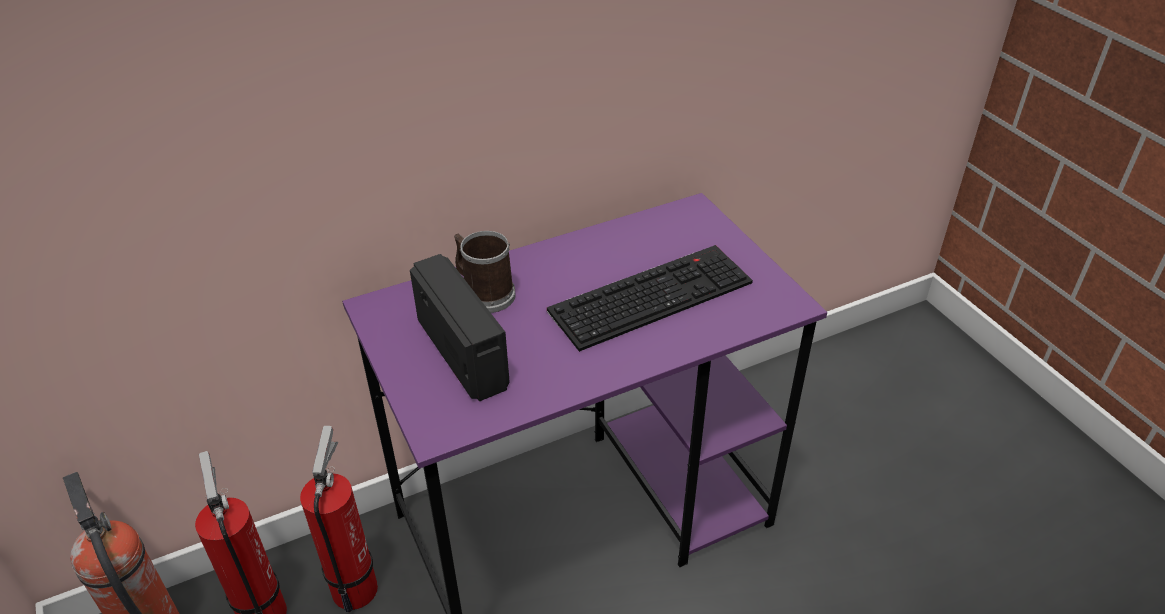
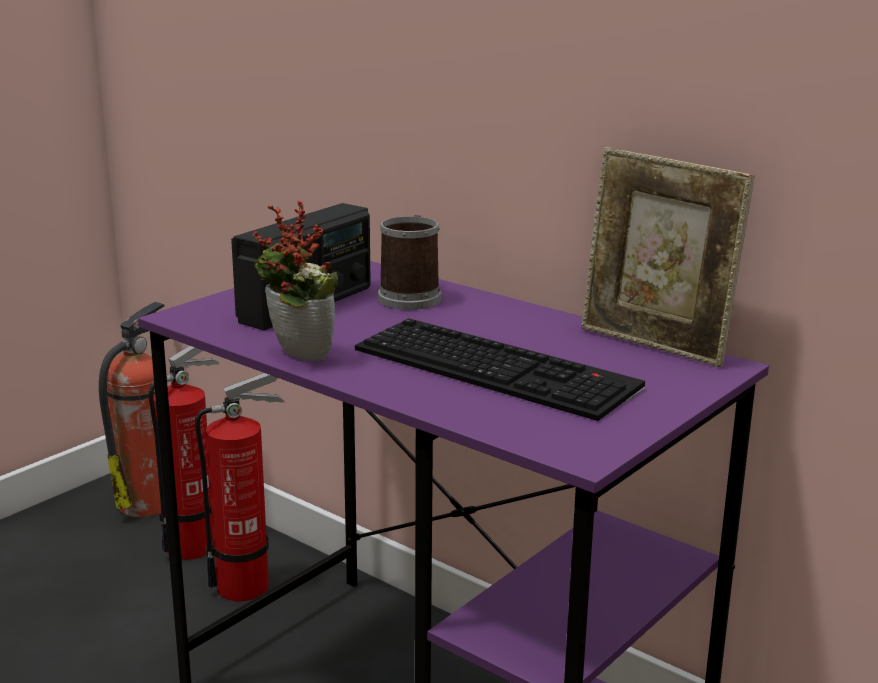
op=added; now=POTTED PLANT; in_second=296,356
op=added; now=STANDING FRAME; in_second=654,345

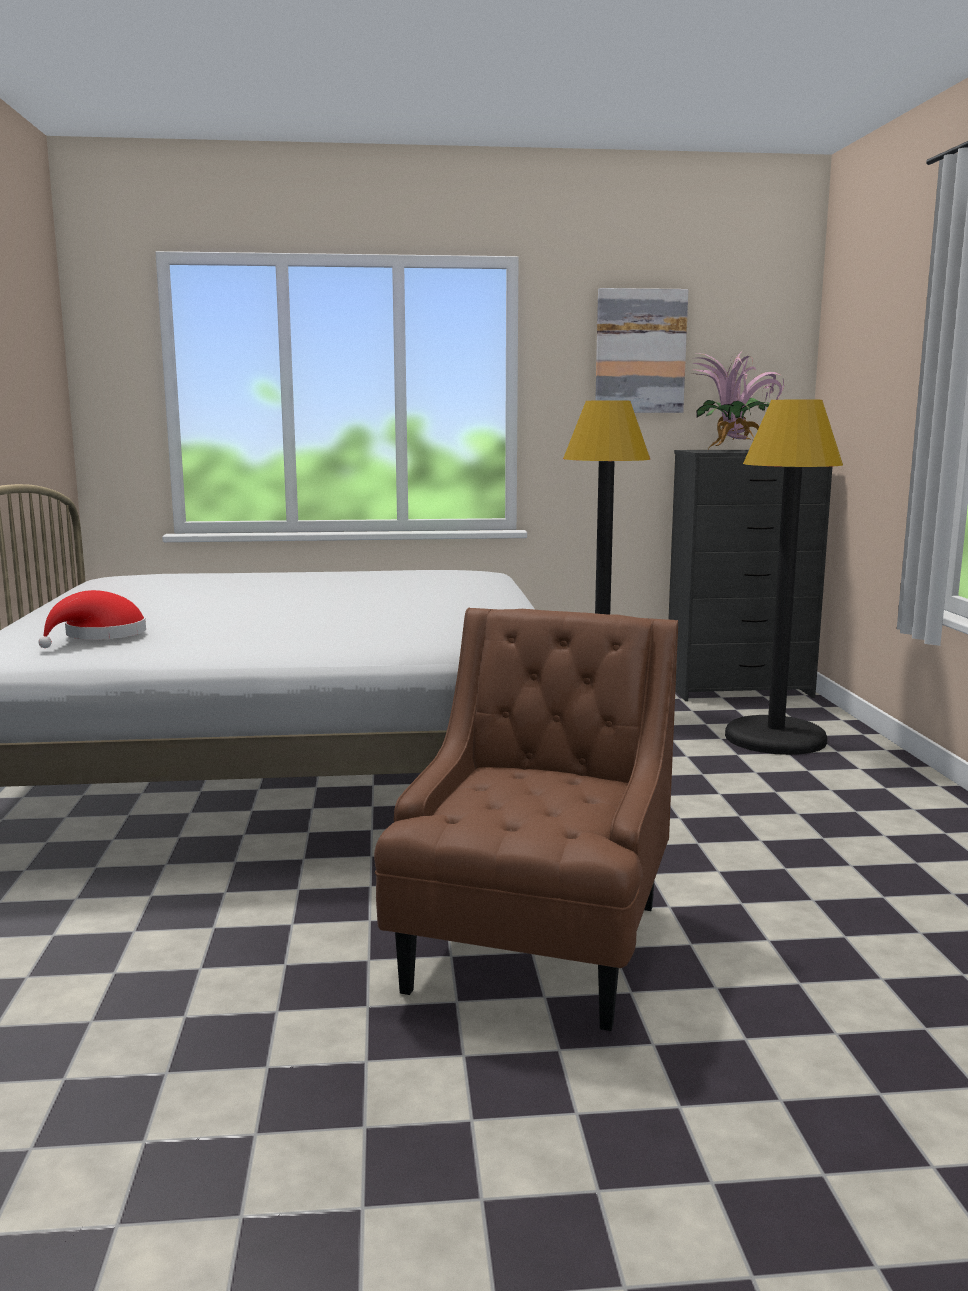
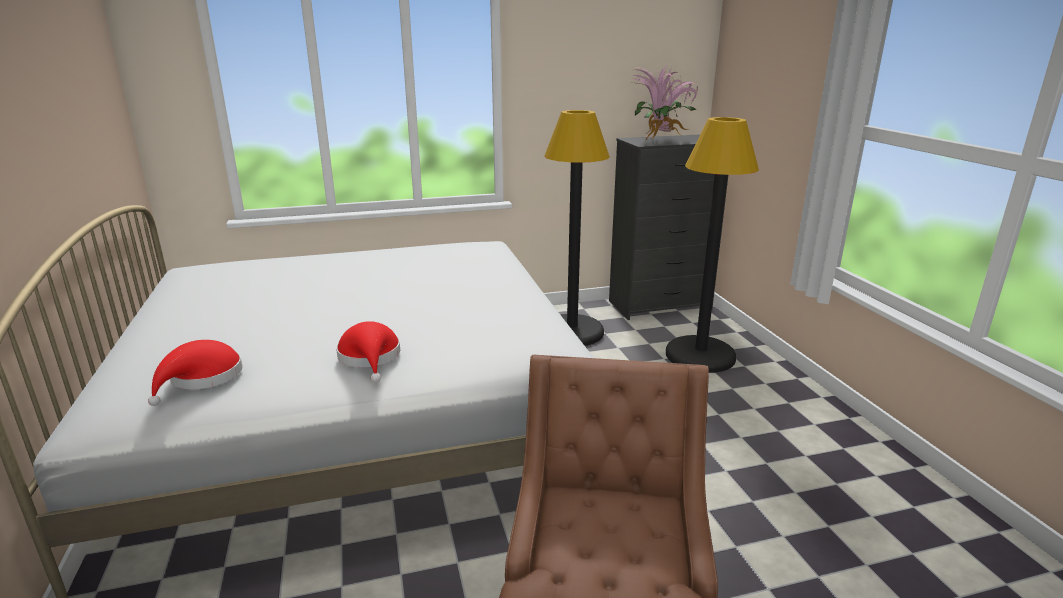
op=added; now=REDDISH WEARABLE HAT; in_second=370,357
op=removed; was=WALL ART; in_first=640,351

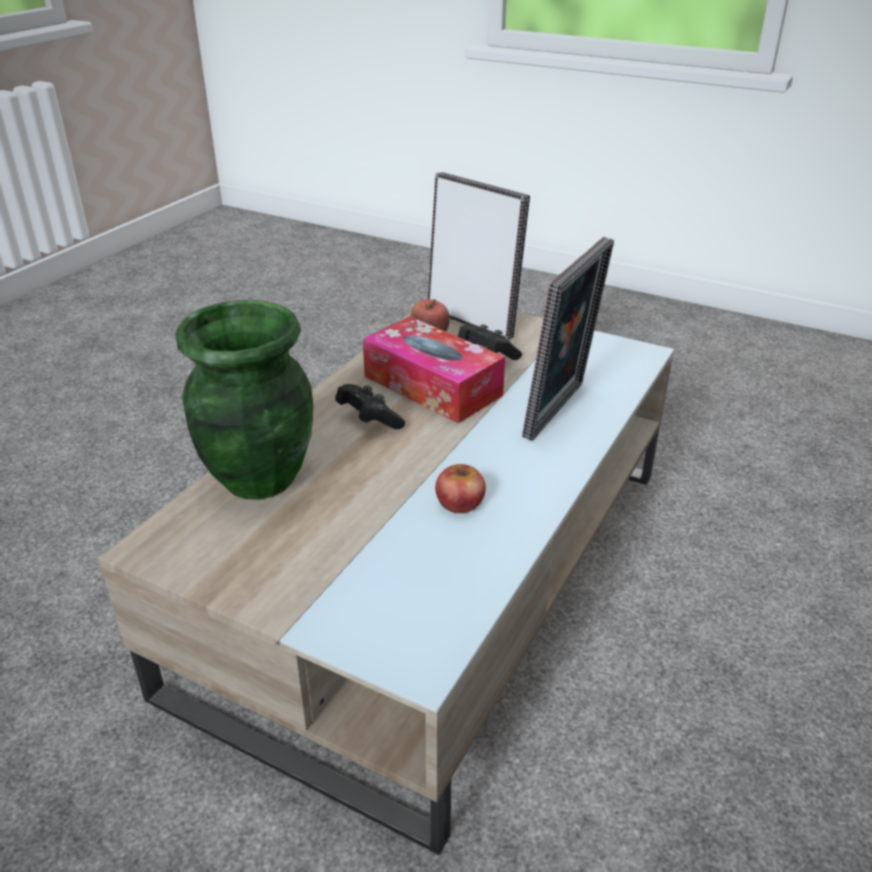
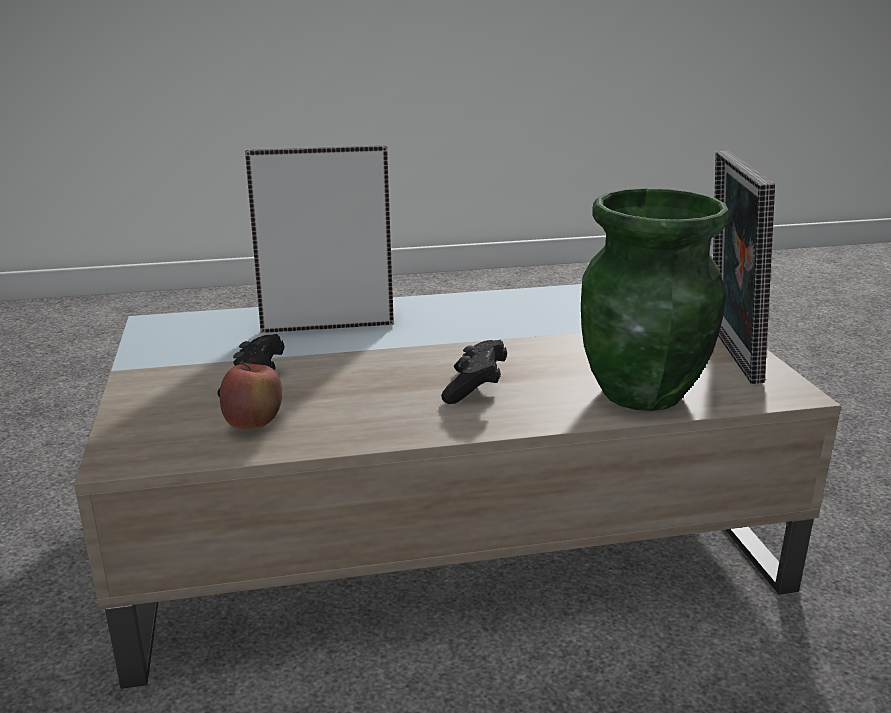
op=moved; was=STANDING FRAME; in_first=473,321; in_second=726,353
op=removed; was=TISSUE BOX; in_first=432,386
op=removed; was=WHOLE APPLE; in_first=460,502

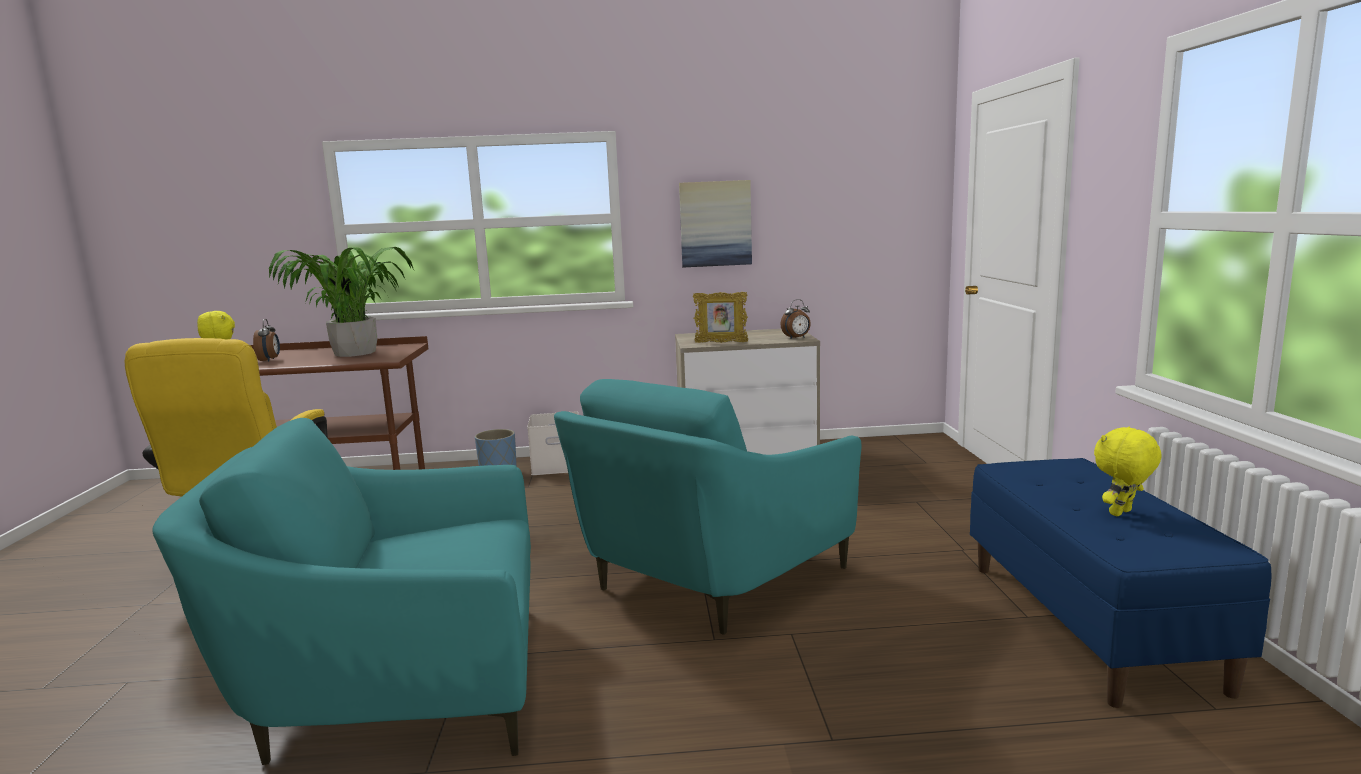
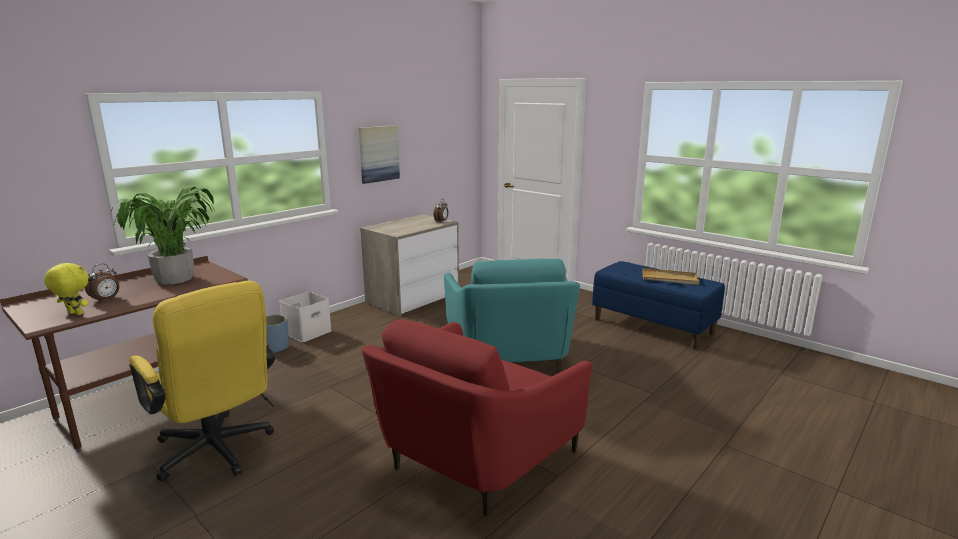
op=turned; was=TABLE CLOCK; in_first=270,360; in_second=106,299; clockwise=90
op=recoloured; was=BLUE-GREEN LOUNGE CHAIR; now=REDDISH LOUNGE CHAIR; in_first=398,686; in_second=474,459
op=replaced; was=YELLOW CUDDLY TOY; now=SAND-COLOURED TRAY; in_first=1122,513; in_second=670,279
op=removed; was=STANDING FRAME; in_first=721,342

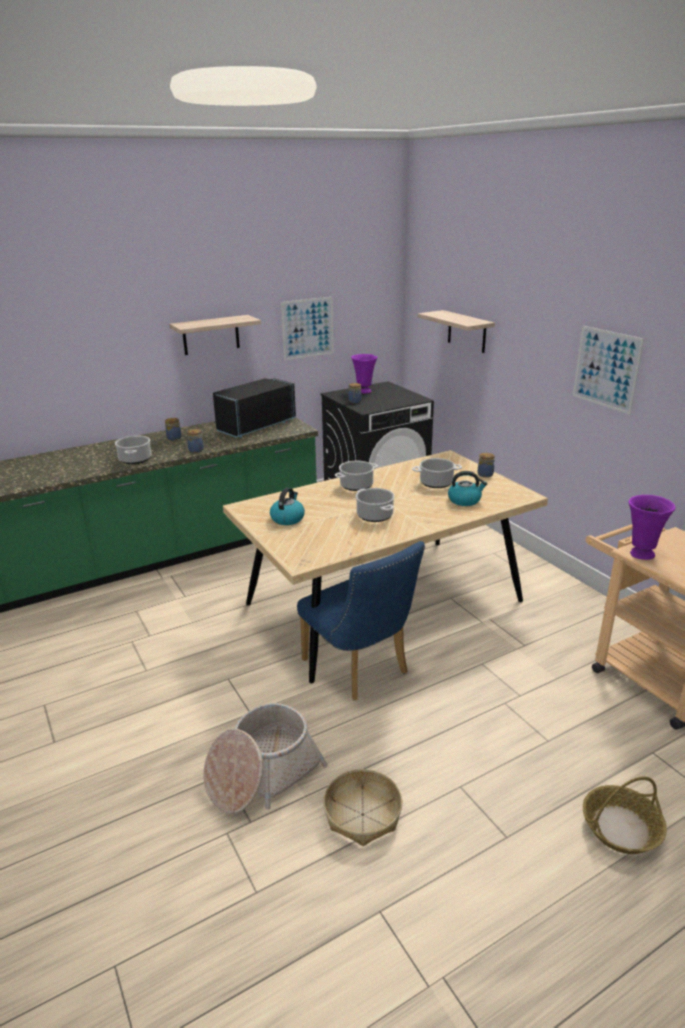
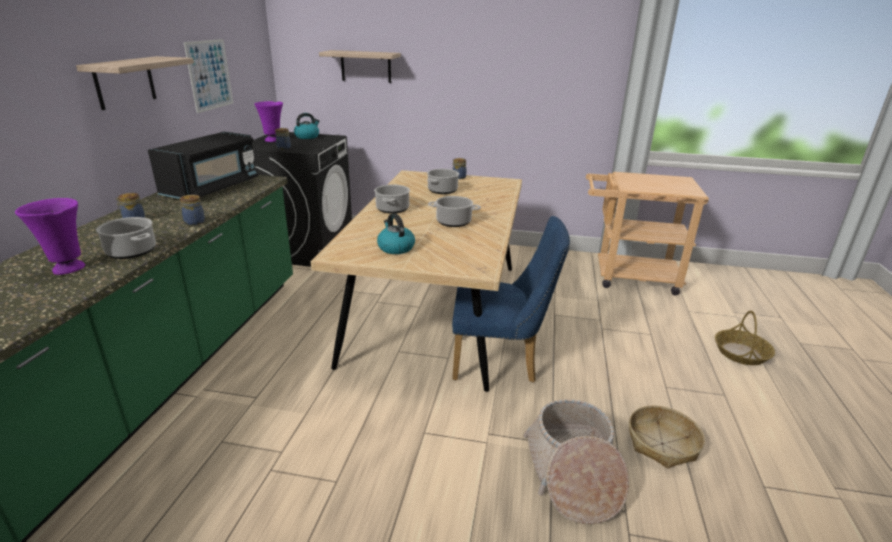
op=moved; was=PURPLE VASE; in_first=641,554; in_second=67,269
op=turned; was=BLACK KITCHEN MICROWAVE; in_first=255,426; in_second=213,188; clockwise=-150
op=moved; was=KETTLE; in_first=465,500; in_second=307,136
op=removed; was=WALL ART; in_first=606,369

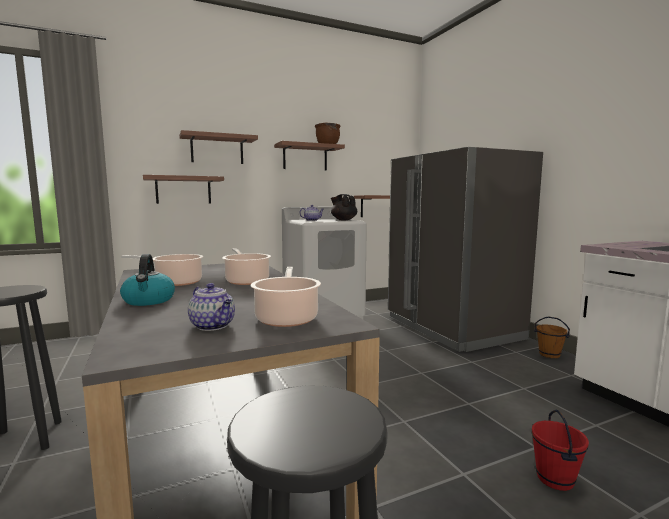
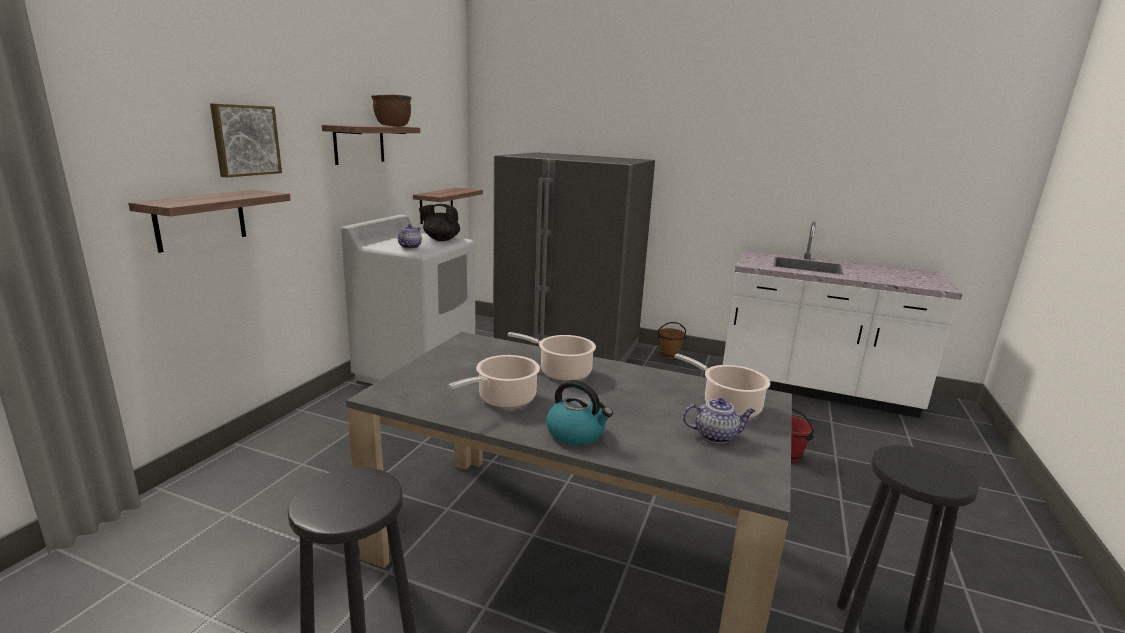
op=replaced; was=WALL SHELF; now=WALL ART; in_first=217,150; in_second=245,140

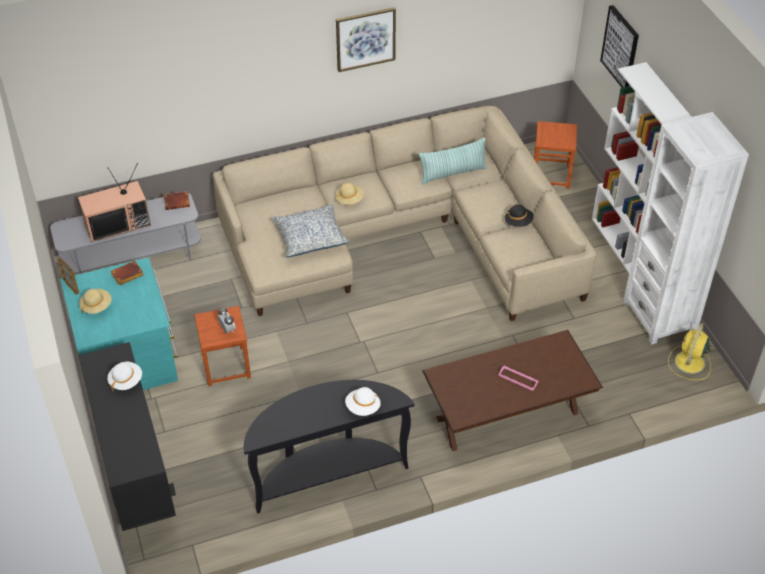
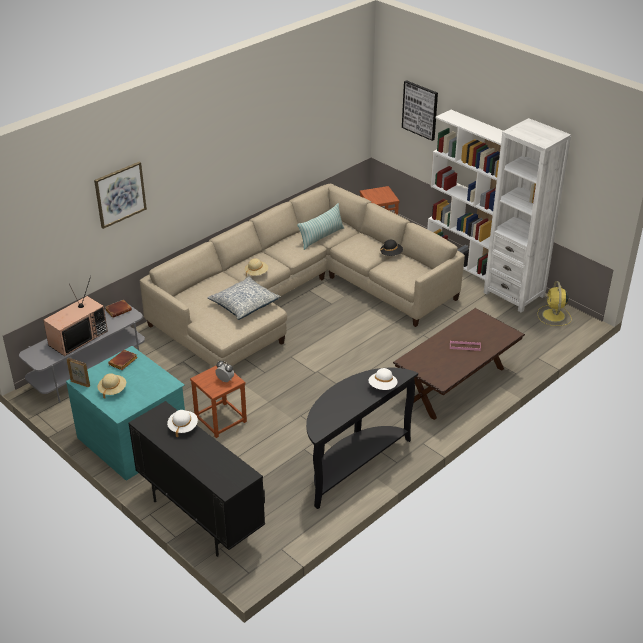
op=moved; was=WALL ART; in_first=365,39; in_second=120,194

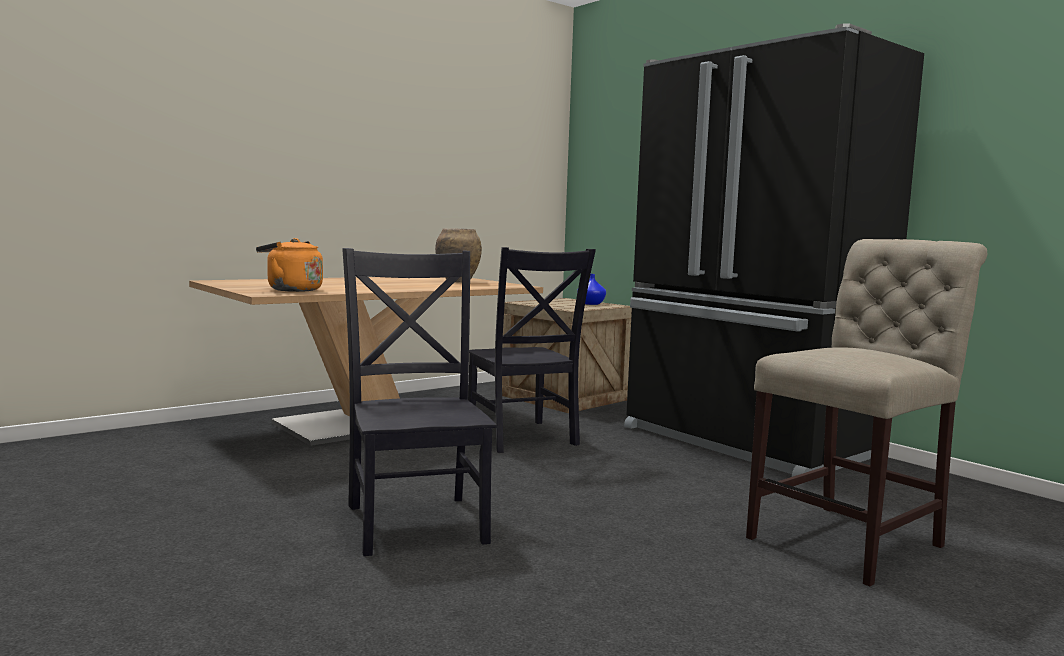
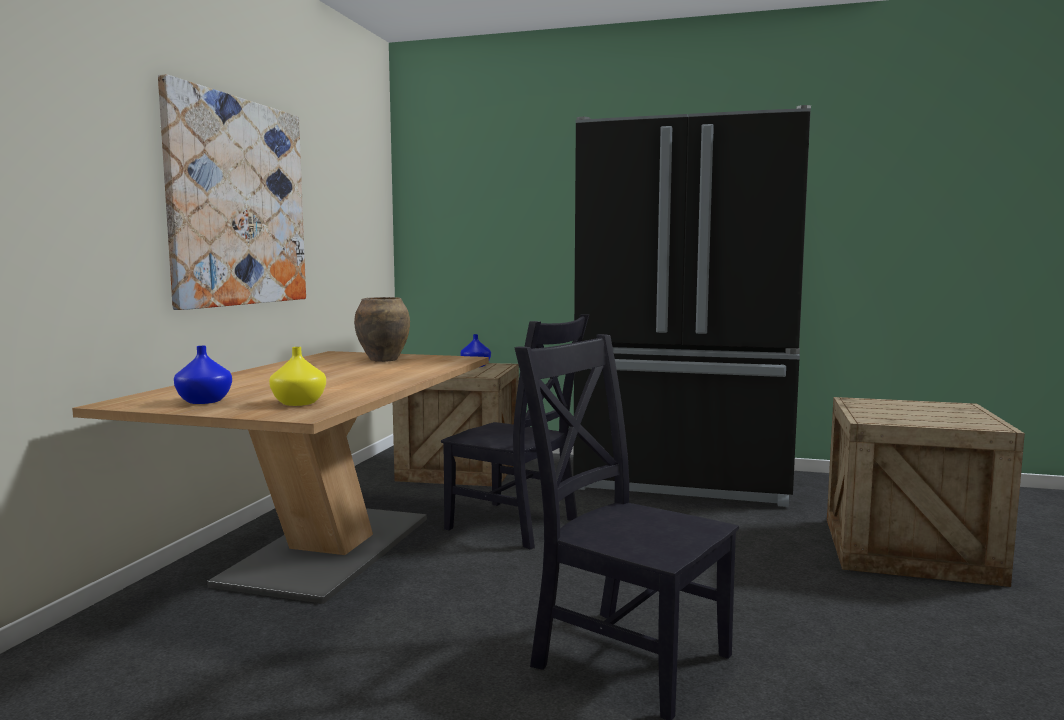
op=added; now=WALL ART; in_second=238,202
op=added; now=BLUISH VASE; in_second=203,401
op=replaced; was=ORANGE-COLOURED KETTLE; now=YELLOW VASE; in_first=291,290; in_second=298,403
op=replaced; was=SAND-COLOURED PLAIN CHAIR; now=SHIPPING CRATE; in_first=853,540; in_second=908,549

